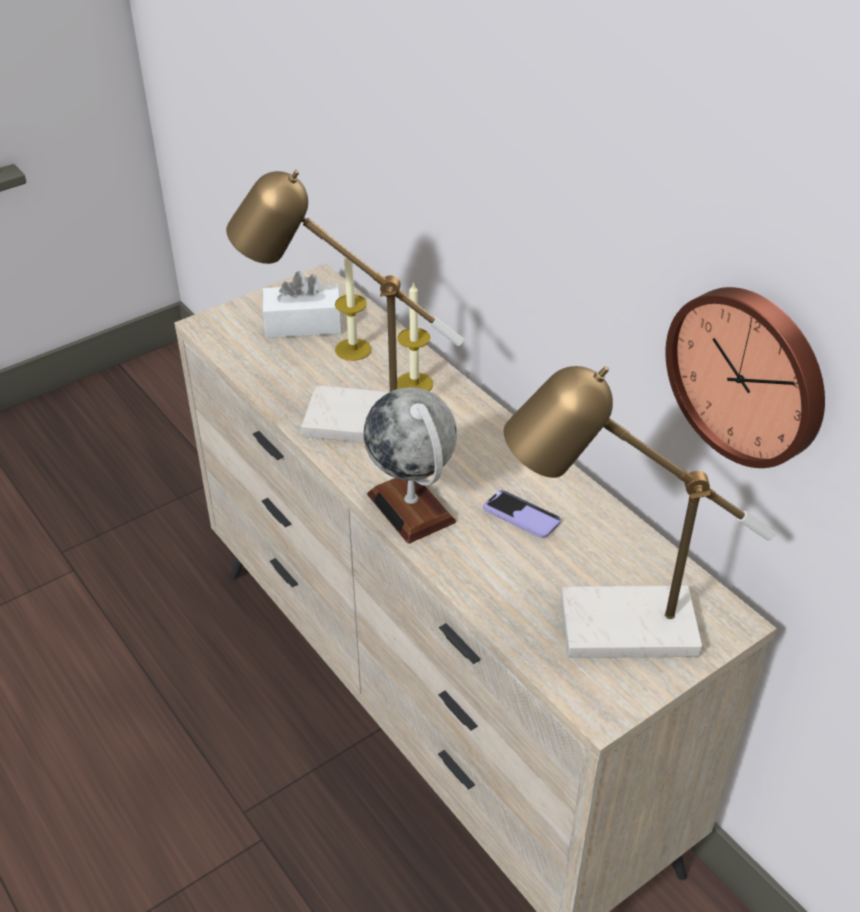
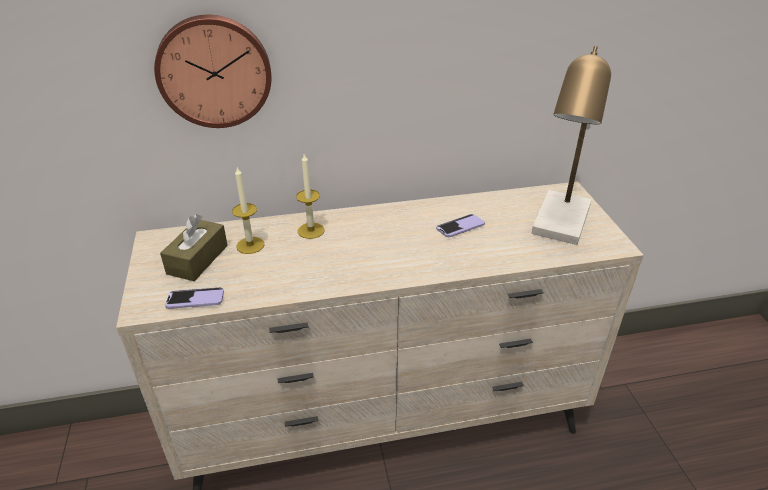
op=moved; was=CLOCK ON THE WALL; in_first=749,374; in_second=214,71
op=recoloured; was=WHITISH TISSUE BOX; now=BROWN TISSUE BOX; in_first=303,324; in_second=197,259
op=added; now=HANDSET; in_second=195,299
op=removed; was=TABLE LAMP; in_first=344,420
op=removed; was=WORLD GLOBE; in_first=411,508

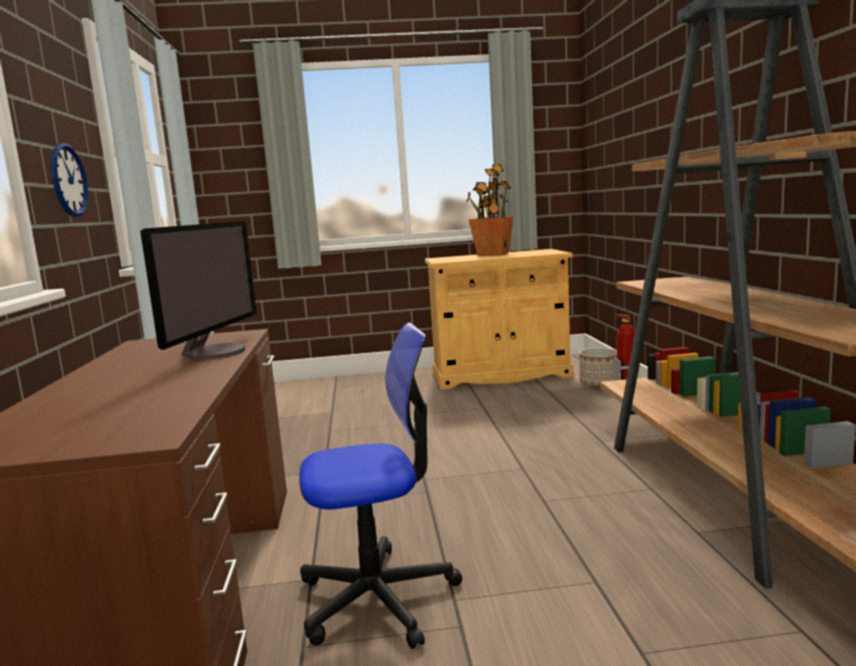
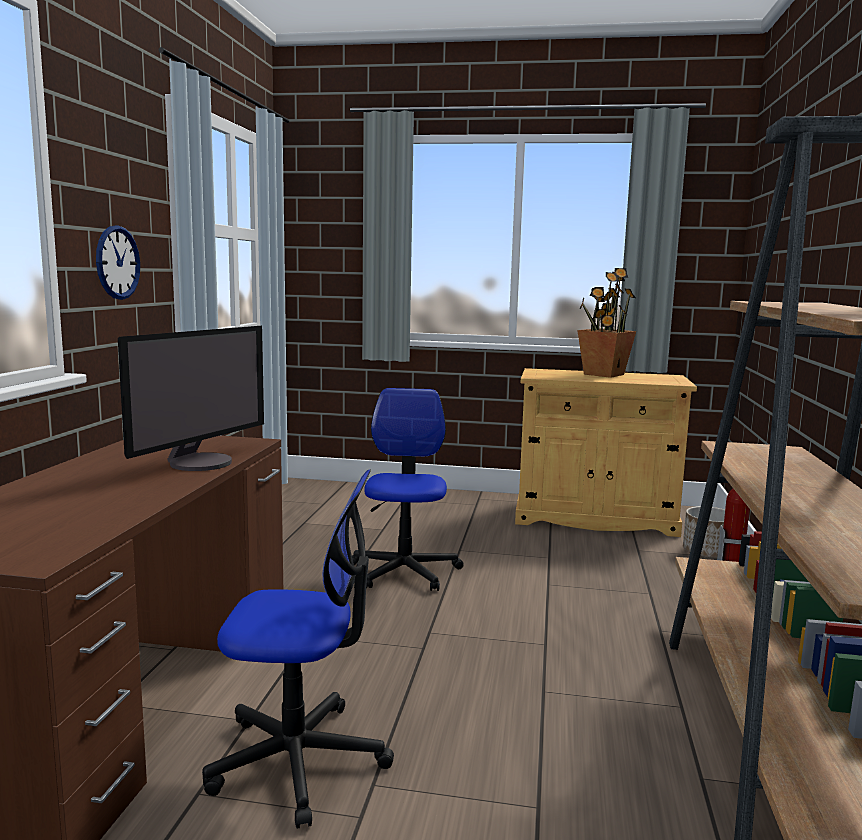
op=added; now=OFFICE CHAIR; in_second=404,571

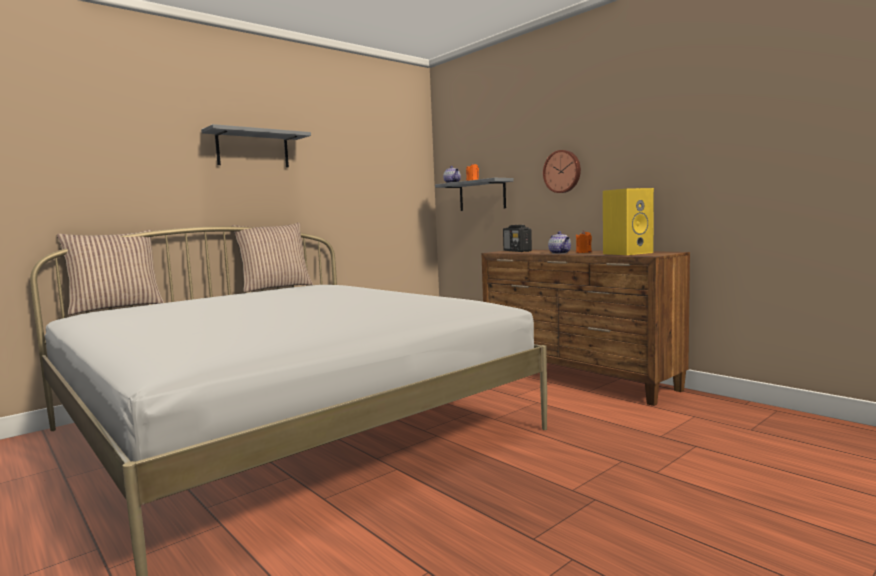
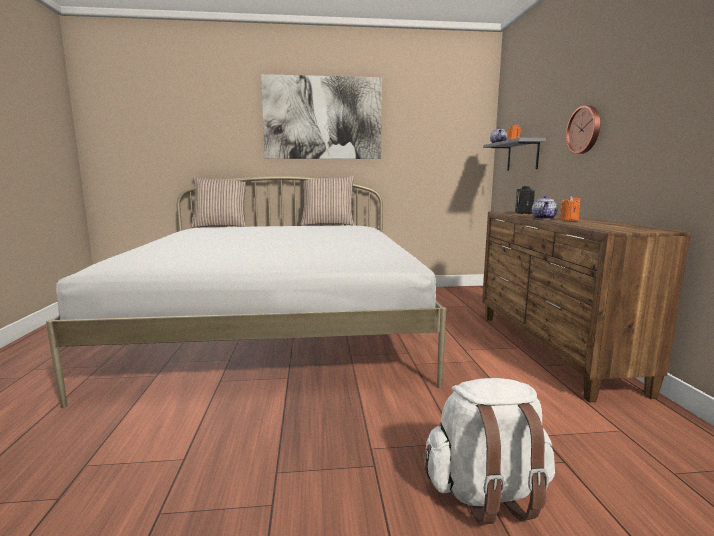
op=replaced; was=GREYISH WALL SHELF; now=WALL ART; in_first=253,149; in_second=322,118
op=added; now=WHITISH BACKPACK; in_second=487,493
op=removed; was=YELLOW SPEAKER; in_first=627,253

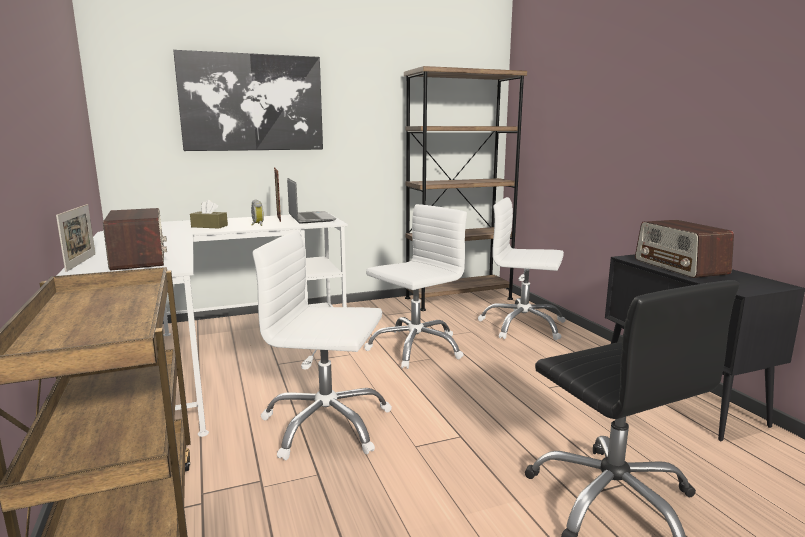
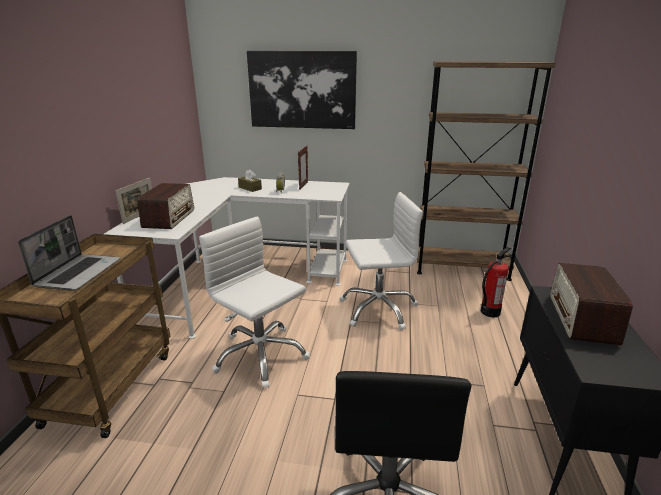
op=moved; was=PORTABLE COMPUTER; in_first=310,218; in_second=79,273
op=replaced; was=WHITISH OFFICE CHAIR; now=FIRE-FIGHTING CYLINDER; in_first=522,326; in_second=490,312

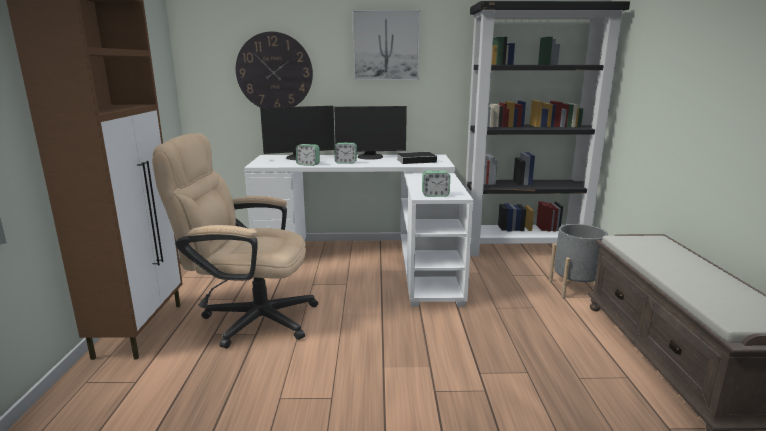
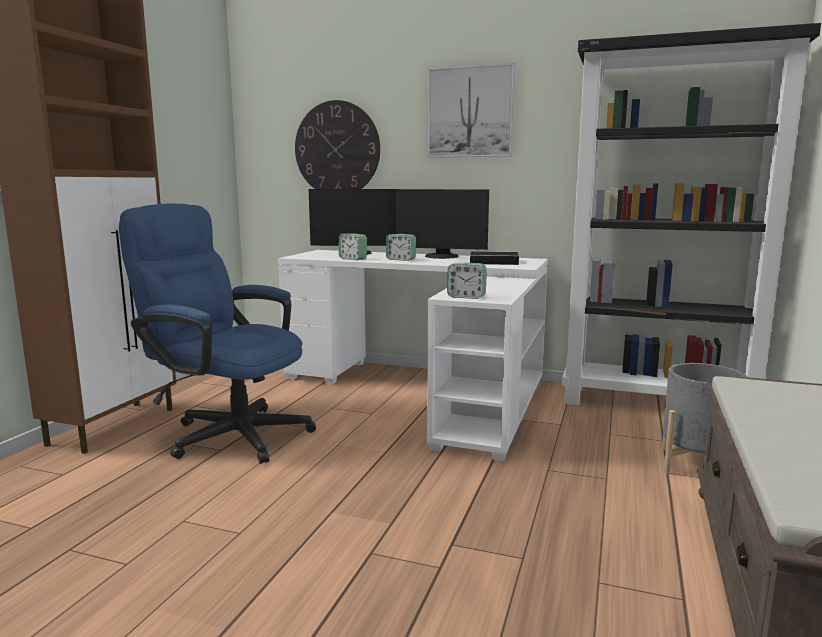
op=recoloured; was=SAND-COLOURED OFFICE CHAIR; now=BLUISH OFFICE CHAIR; in_first=249,318; in_second=228,433

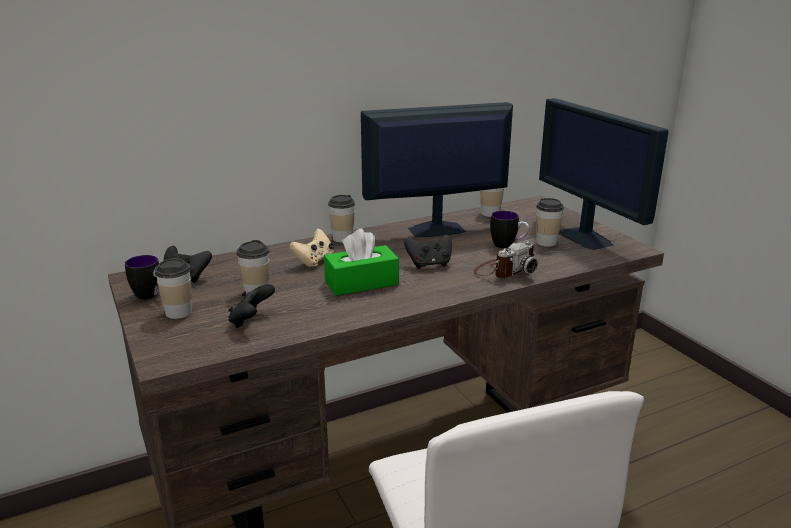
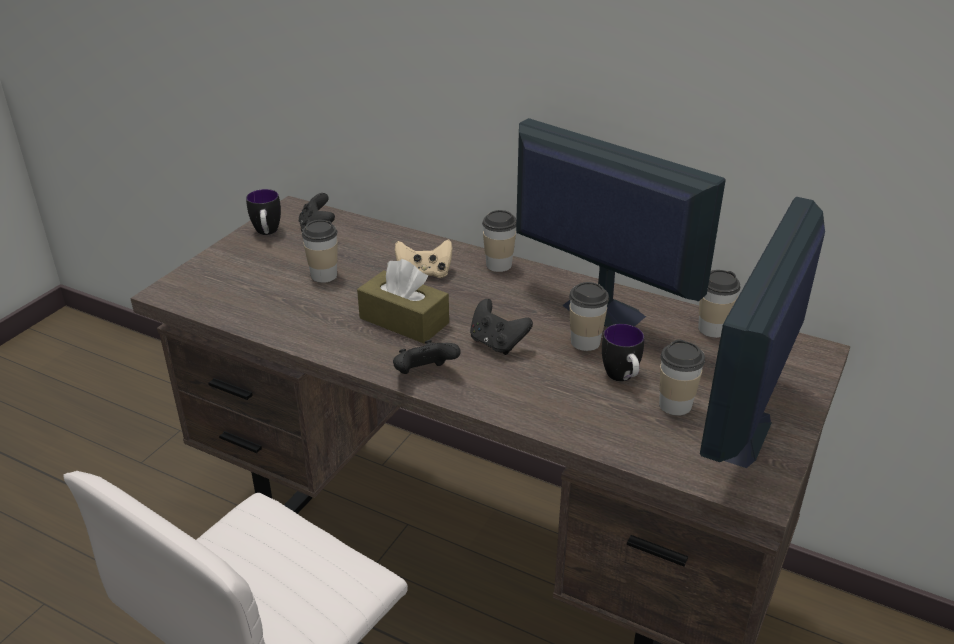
op=recoloured; was=GREEN-COLOURED TISSUE BOX; now=BROWN TISSUE BOX; in_first=361,283; in_second=404,321
op=moved; was=BLACK GAME CONTROLLER; in_first=251,321; in_second=424,374
op=moved; was=SMALL CUP; in_first=178,312; in_second=585,342
op=removed; was=STILL CAMERA; in_first=504,270

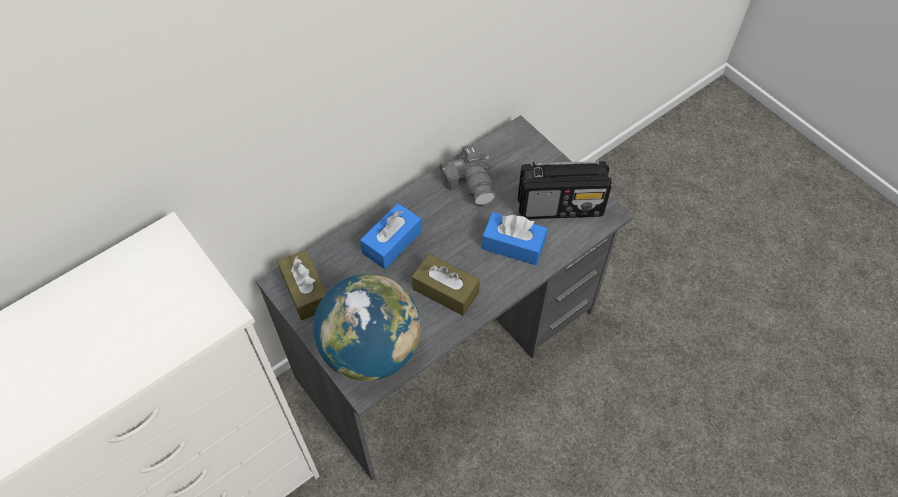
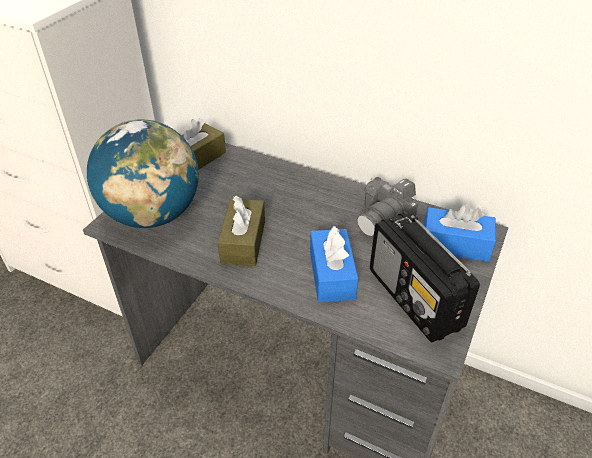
op=moved; was=BLUISH TISSUE BOX; in_first=392,242; in_second=455,244

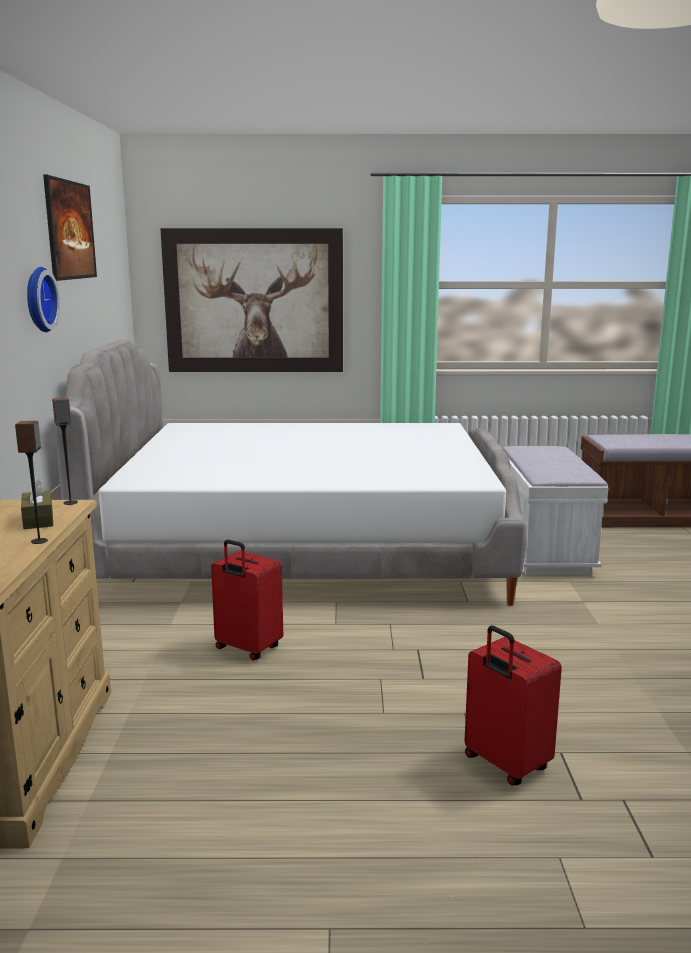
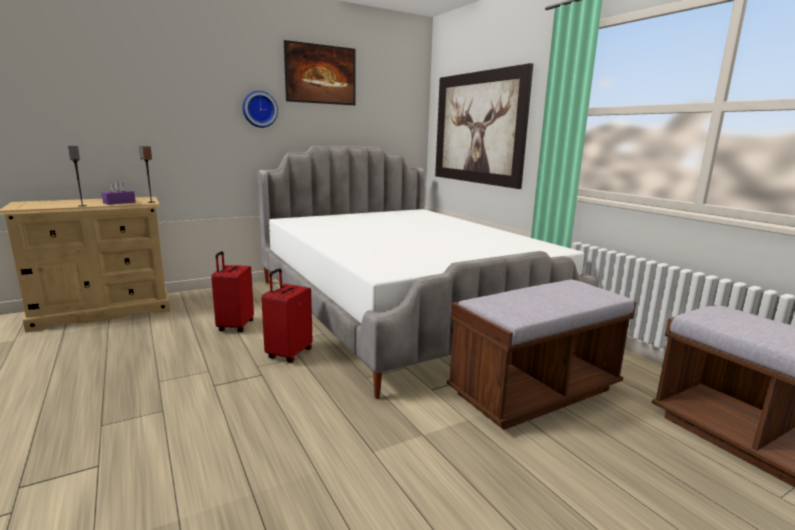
op=recoloured; was=BROWN TISSUE BOX; now=PURPLE TISSUE BOX; in_first=38,520; in_second=119,202
op=moved; was=REDDISH SUITCASE; in_first=505,764; in_second=288,354
op=recoloured; was=WHITISH BENCH; now=BROWN BENCH; in_first=542,549; in_second=534,392

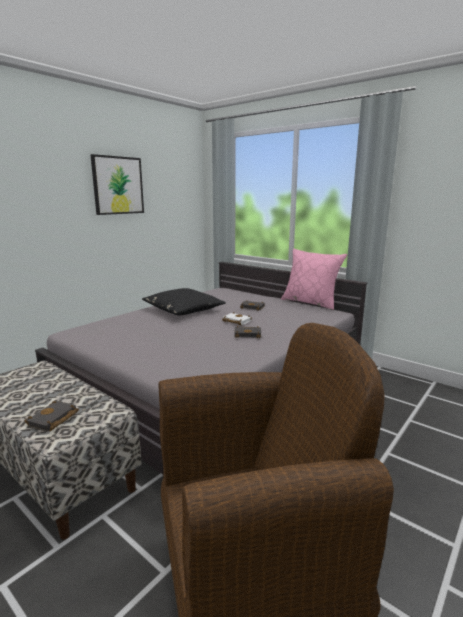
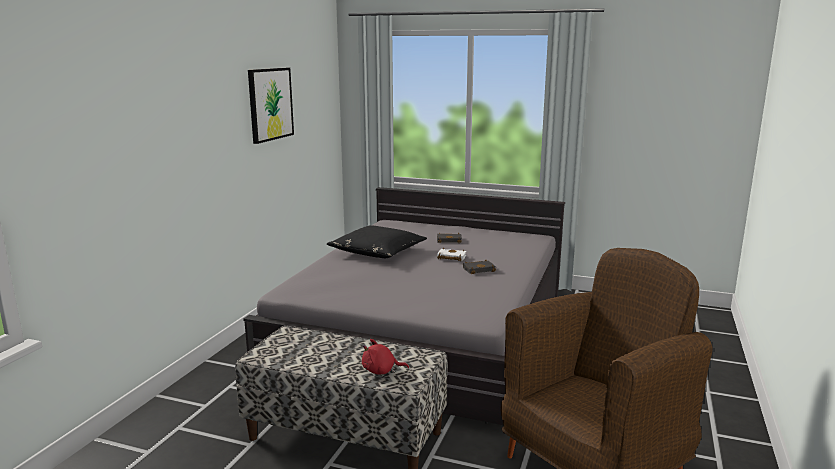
op=replaced; was=BLACK BOUND BOOK; now=REDDISH CUDDLY TOY; in_first=53,420; in_second=381,371
op=removed; was=PINK THROW PILLOW; in_first=310,302

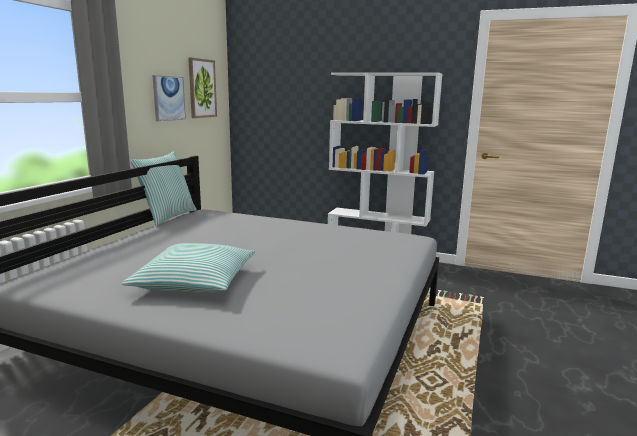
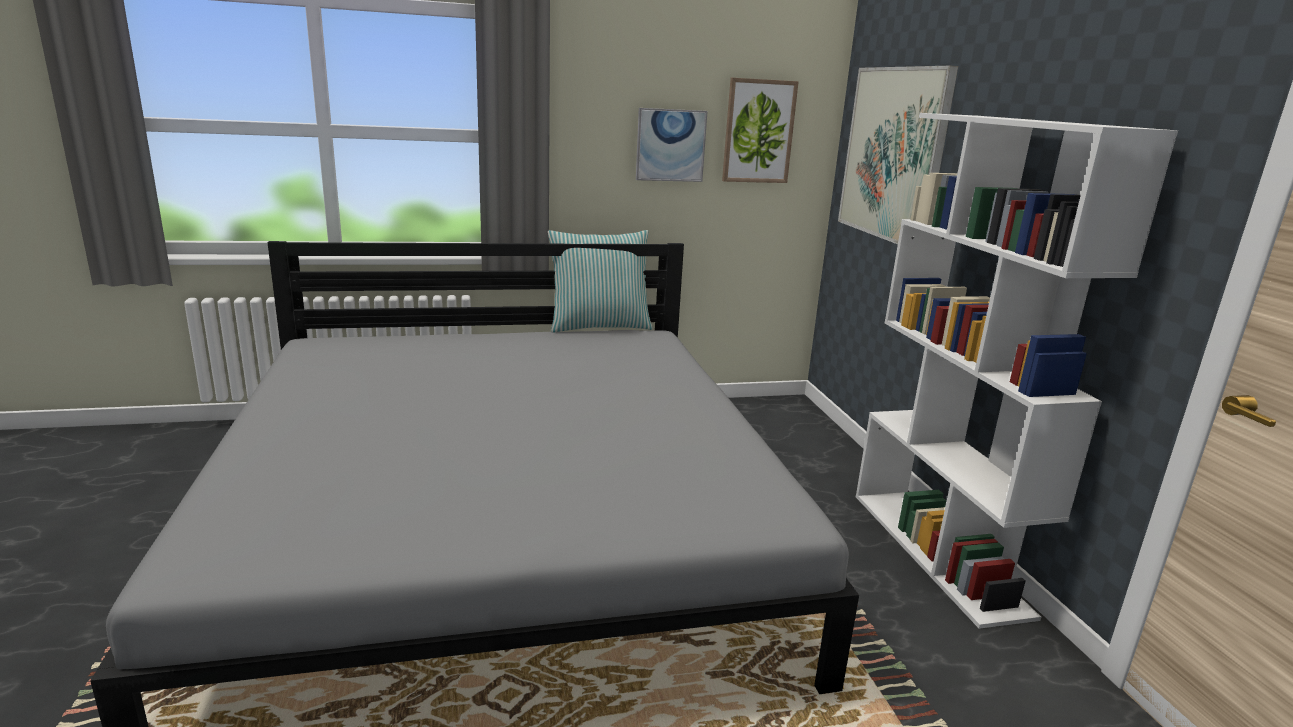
op=added; now=WALL ART; in_second=893,154
op=removed; was=THROW PILLOW; in_first=194,281

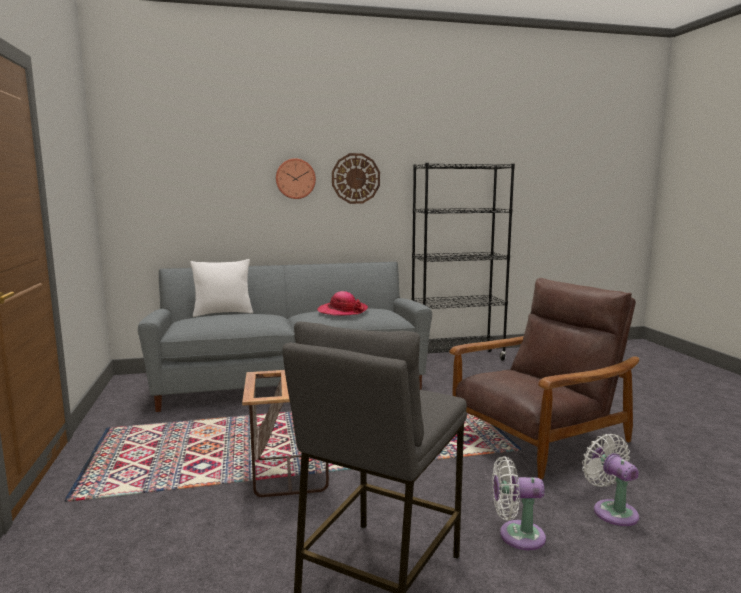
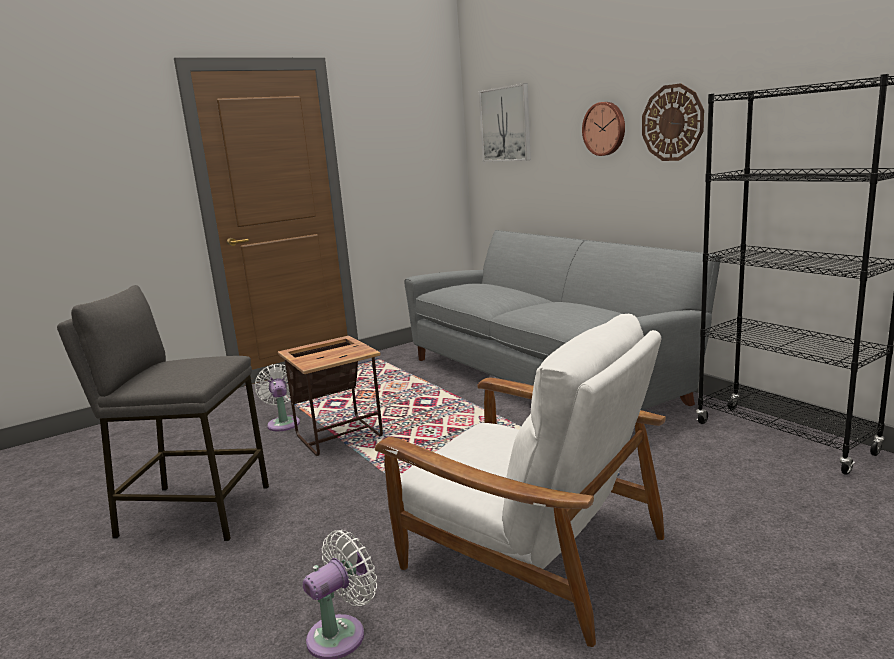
op=moved; was=WHITISH ELECTRIC FAN; in_first=516,535; in_second=283,423
op=recoloured; was=BROWN LOUNGE CHAIR; now=WHITISH LOUNGE CHAIR; in_first=538,437; in_second=528,552
op=added; now=WALL ART; in_second=506,124
op=removed; was=WHITISH THROW PILLOW; in_first=223,313
op=removed; was=WEARABLE HAT; in_first=342,311

